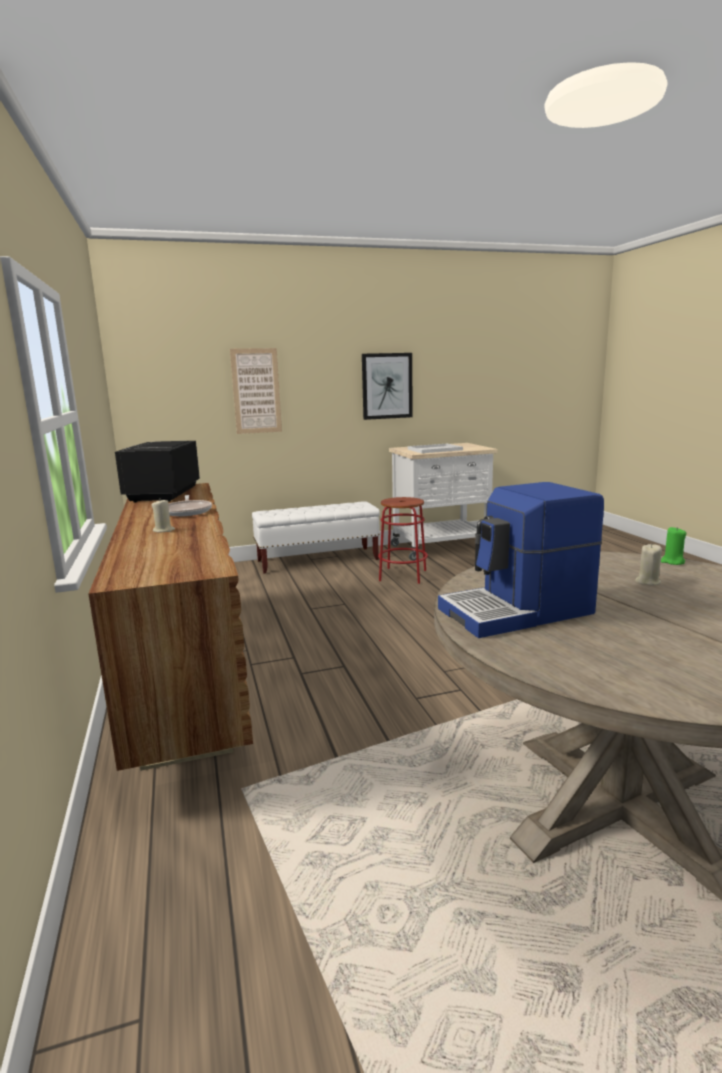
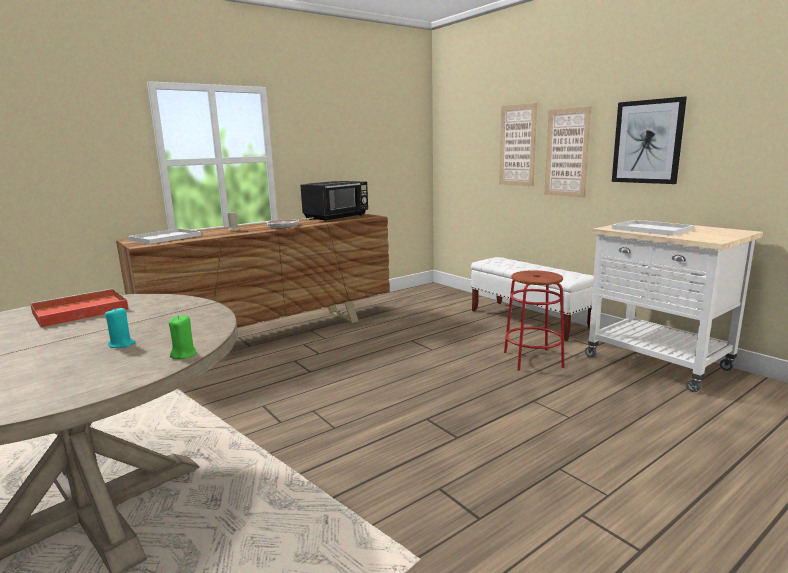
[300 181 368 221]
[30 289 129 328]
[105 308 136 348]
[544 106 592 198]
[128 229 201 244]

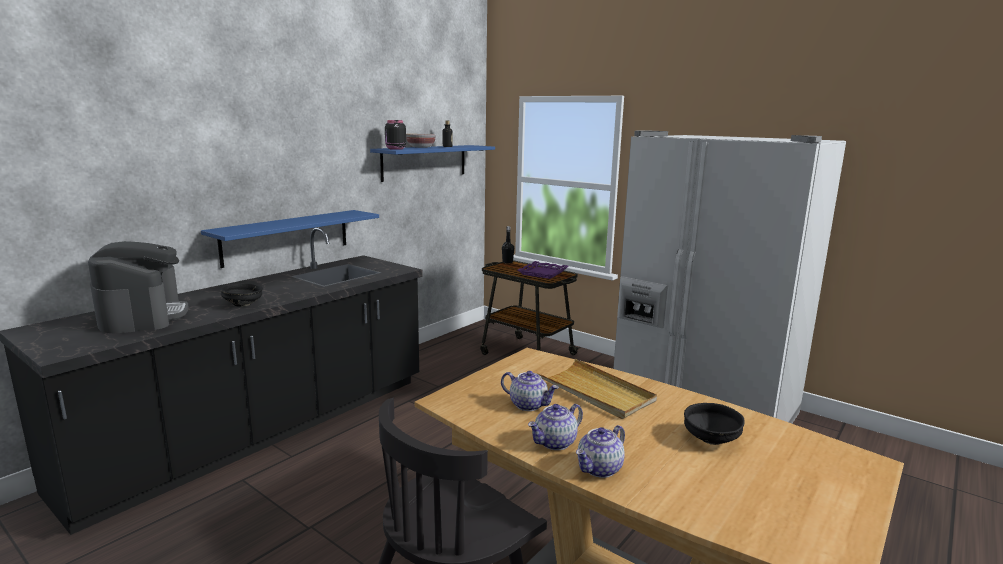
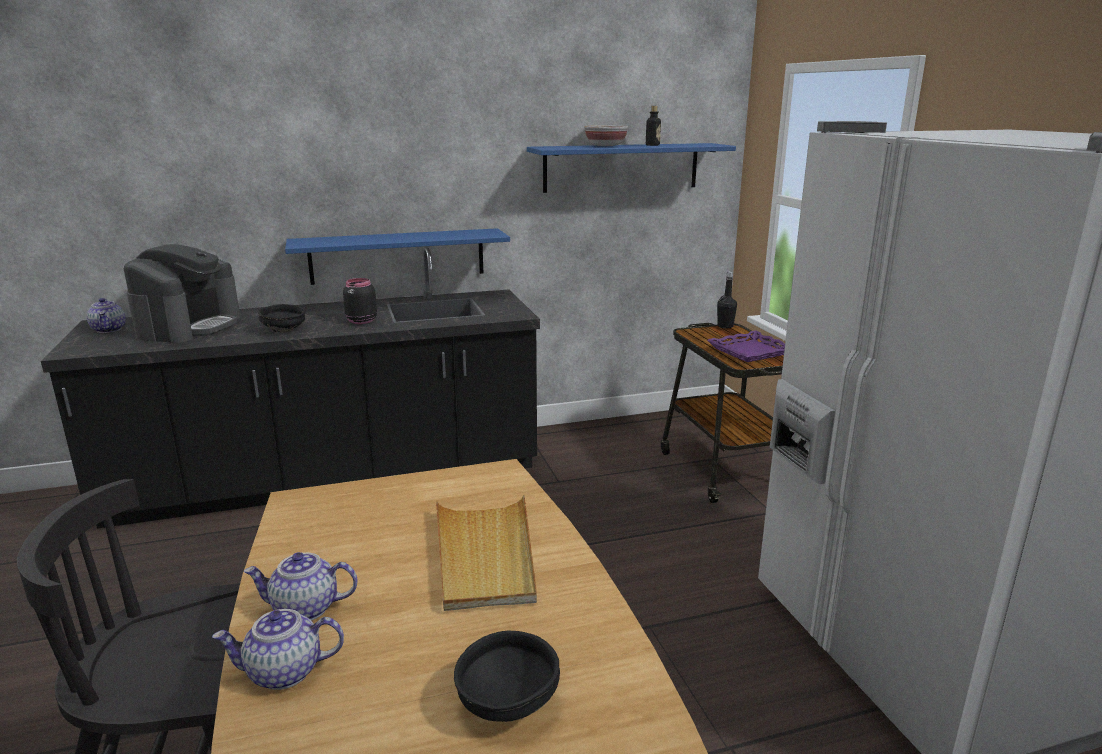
[343 278 377 324]
[87 298 126 333]

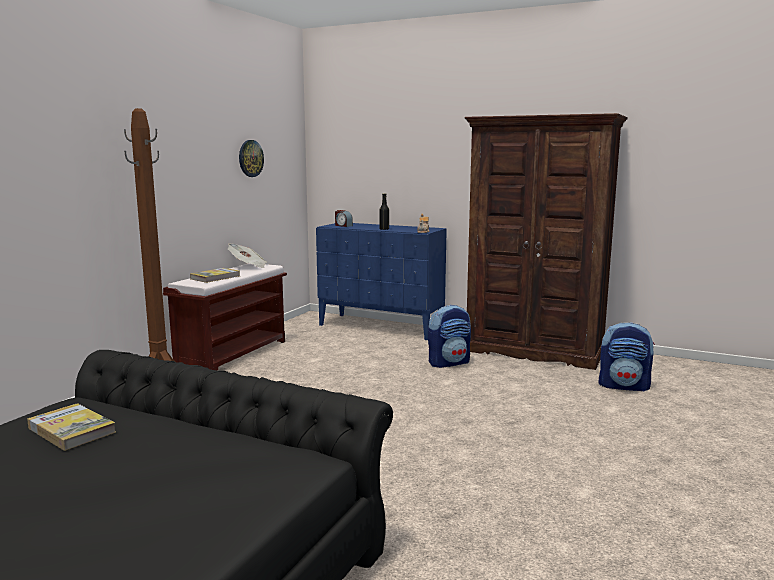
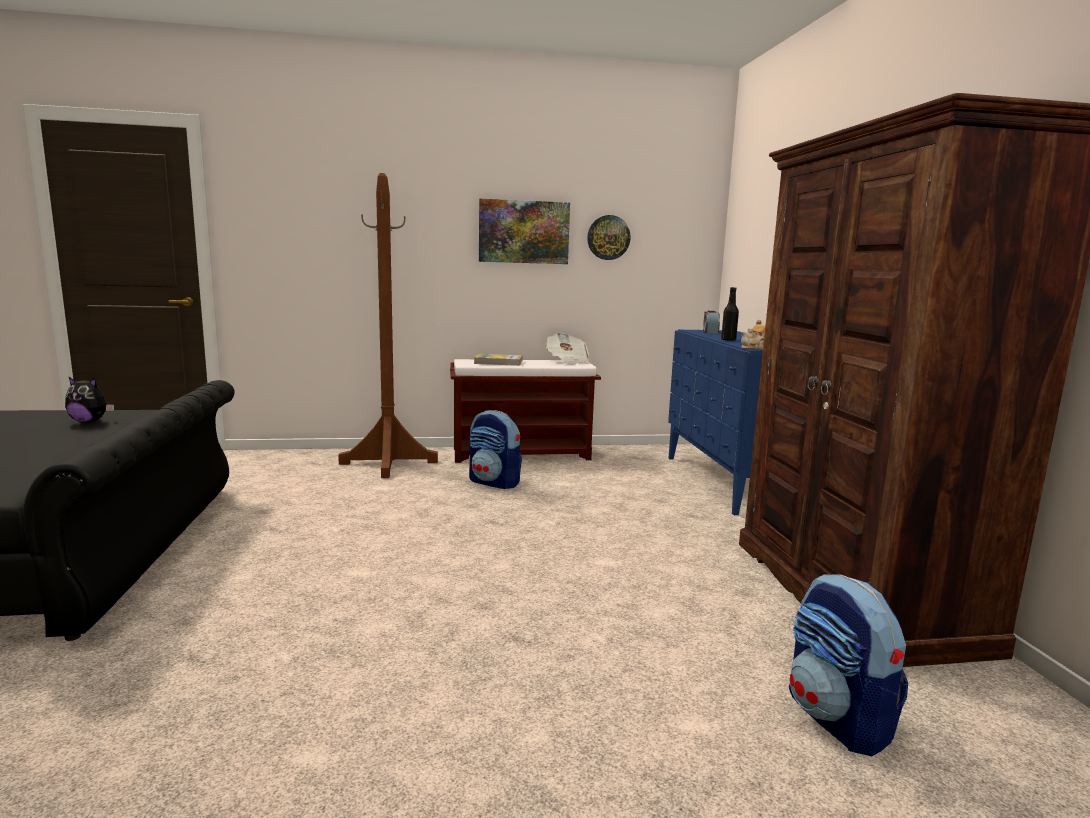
[469 410 522 489]
[65 377 114 423]
[479 199 570 264]

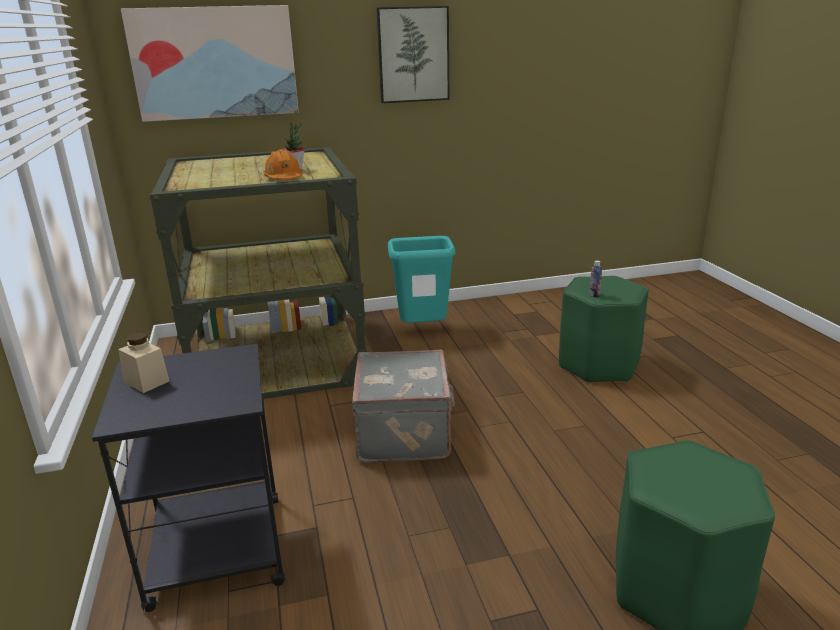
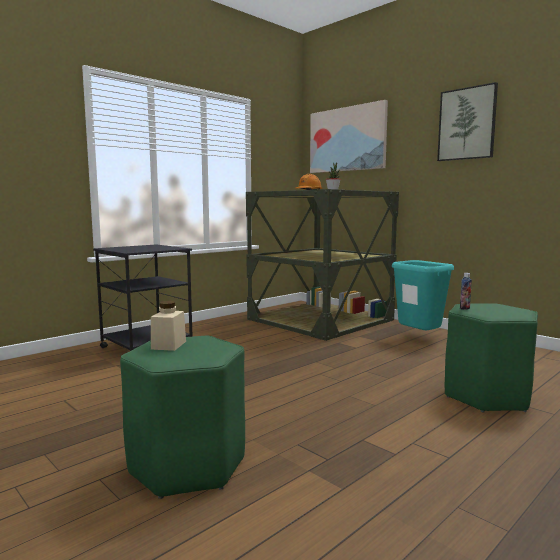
[151 301 186 351]
[352 350 455 462] (first image)

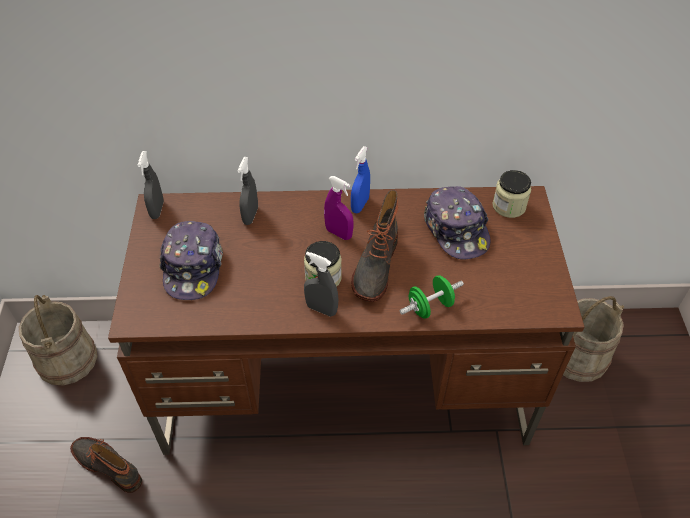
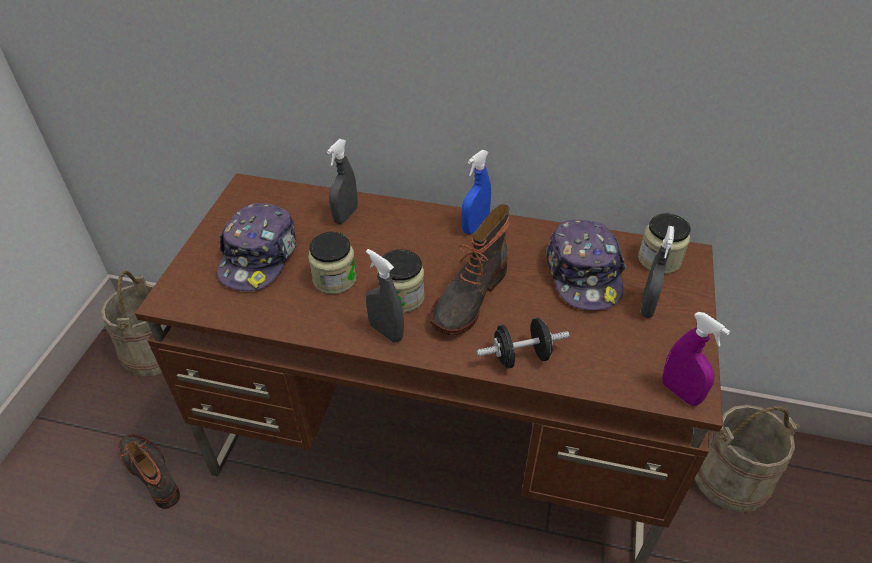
[640 226 674 318]
[662 312 730 406]
[477 318 569 369]
[308 232 357 294]

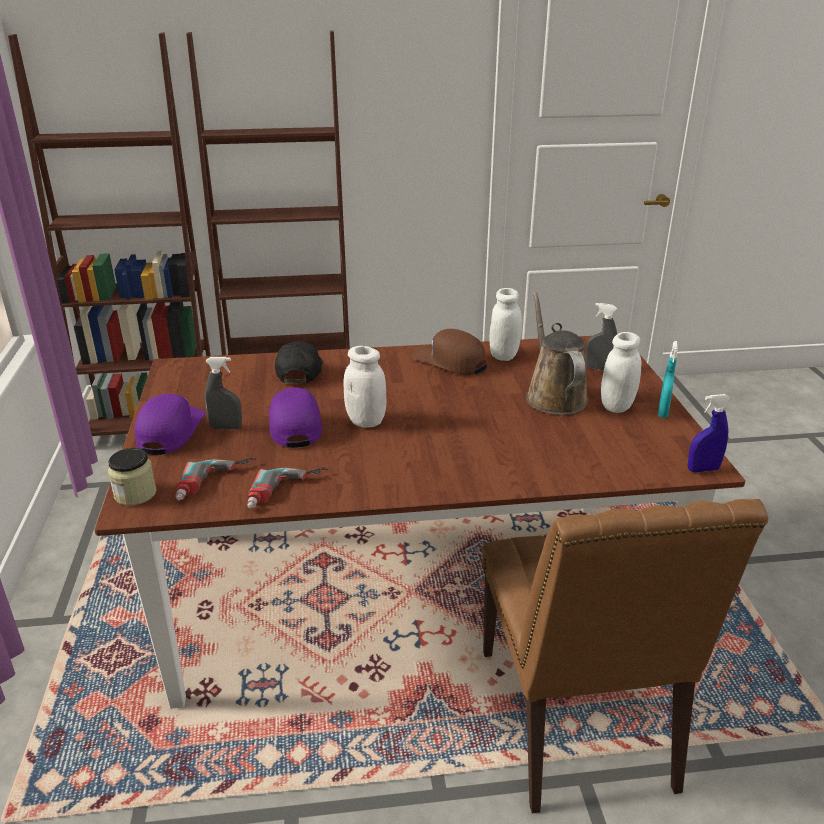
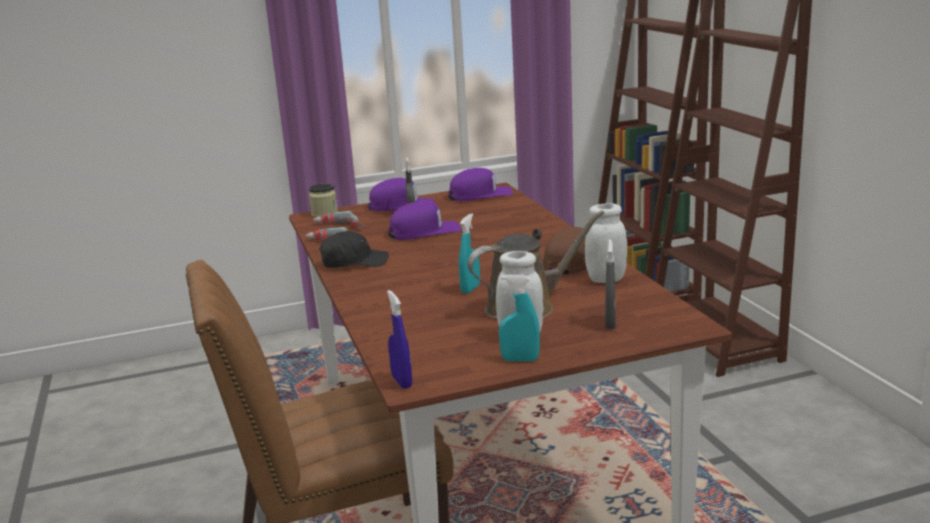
[319 231 389 268]
[344 346 386 428] (first image)
[448 168 513 201]
[459 213 480 294]

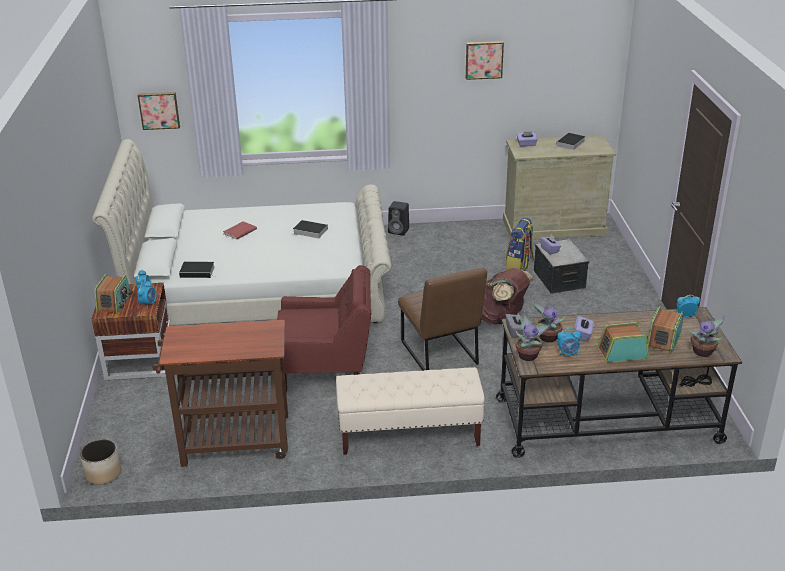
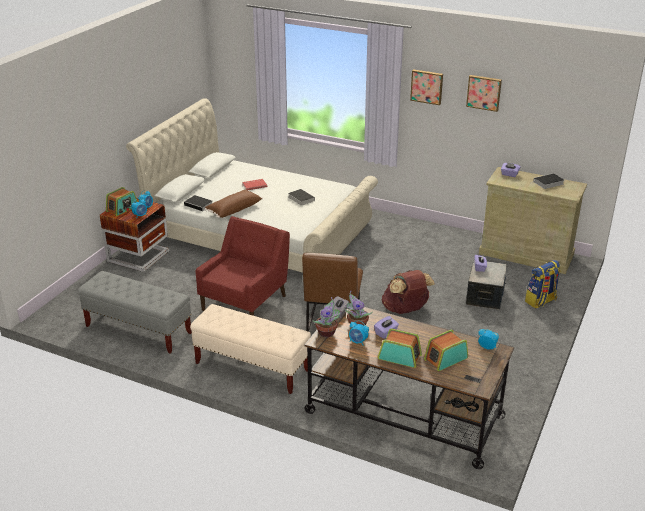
[410 69 443 105]
[388 201 409 236] (first image)
[525 260 561 308]
[196 216 290 316]
[688 315 725 357] (first image)
[78 271 192 354]
[80 439 121 485] (first image)
[205 189 263 218]

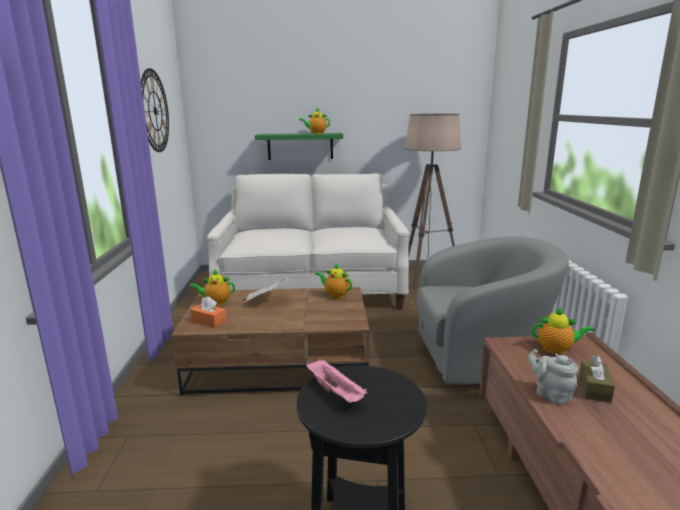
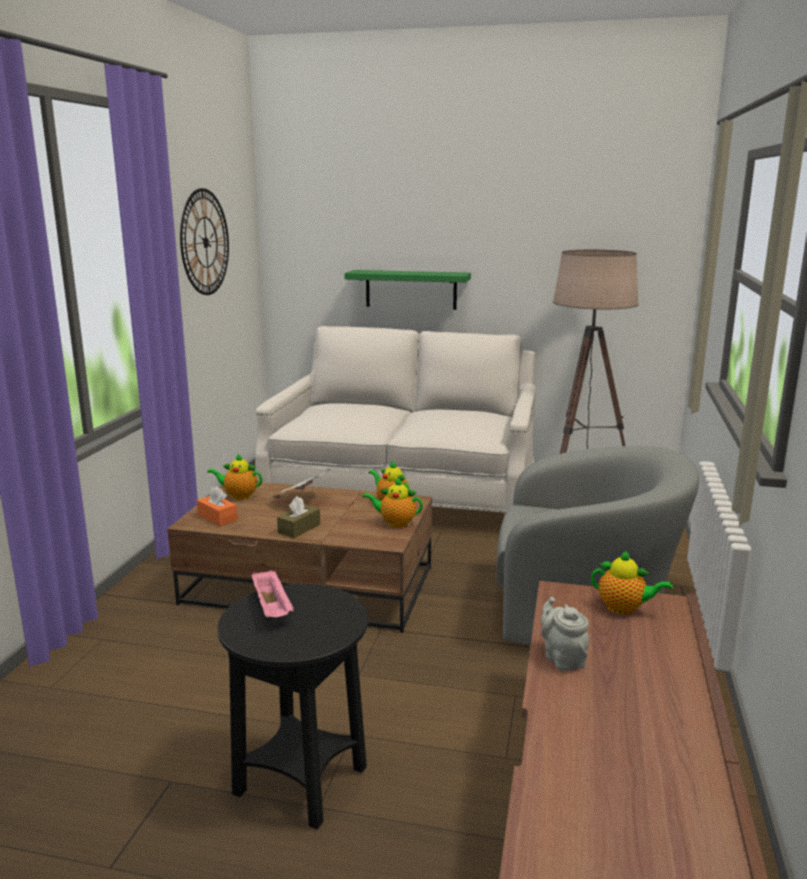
[362 477 423 528]
[277 496 320 538]

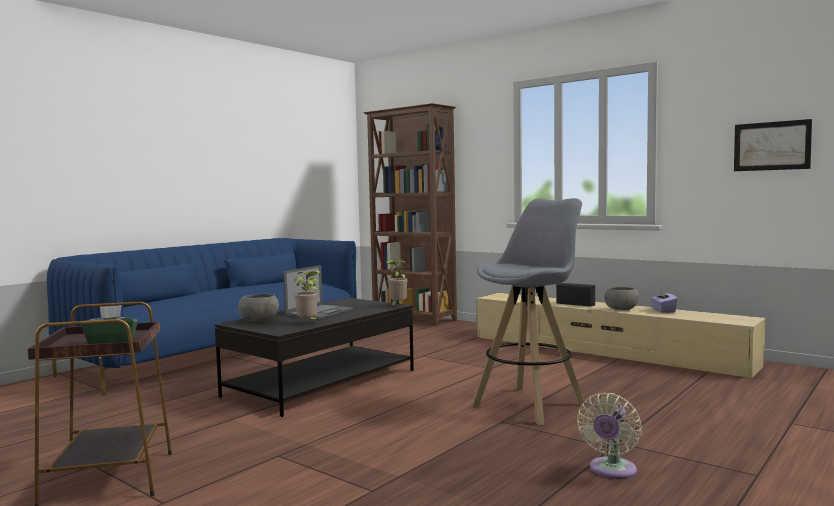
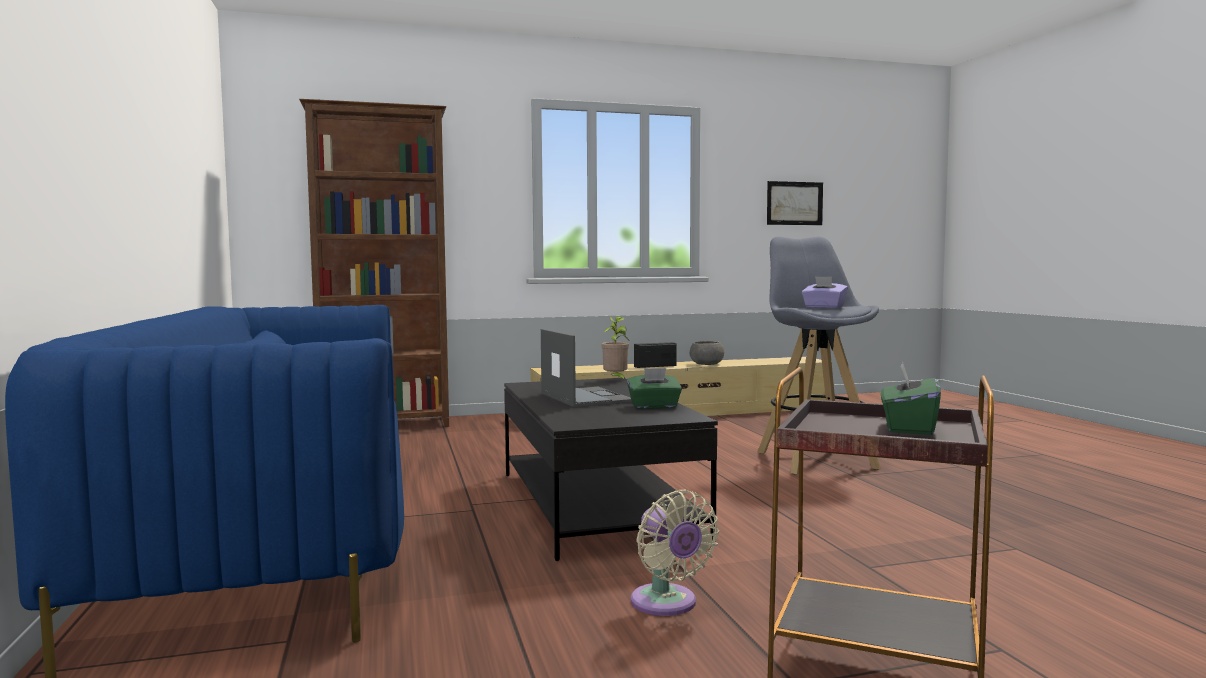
[627 368 682 409]
[802 276 848 308]
[238 294 279 322] (first image)
[631 490 719 616]

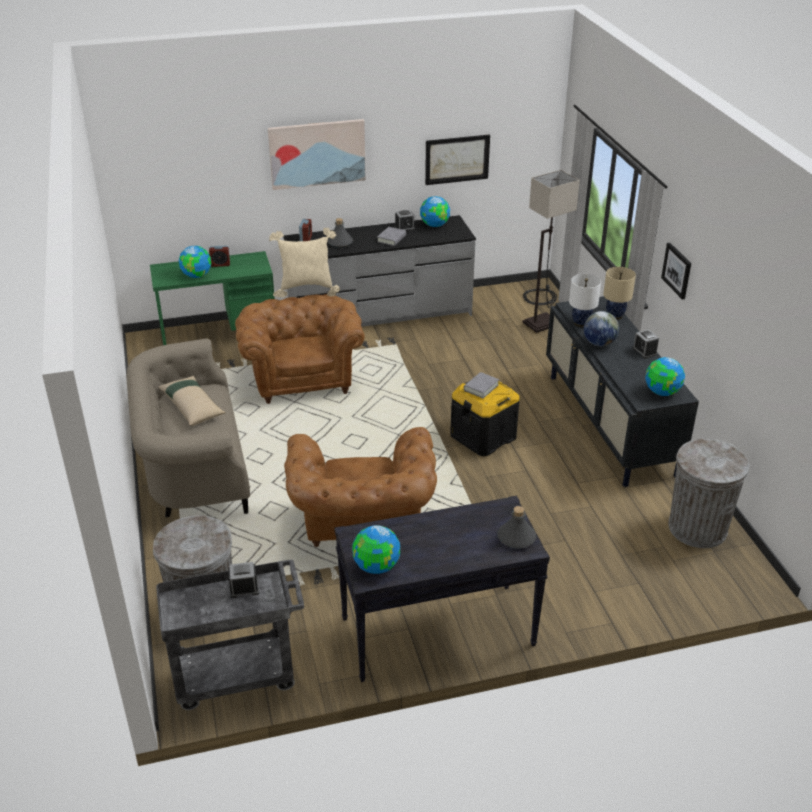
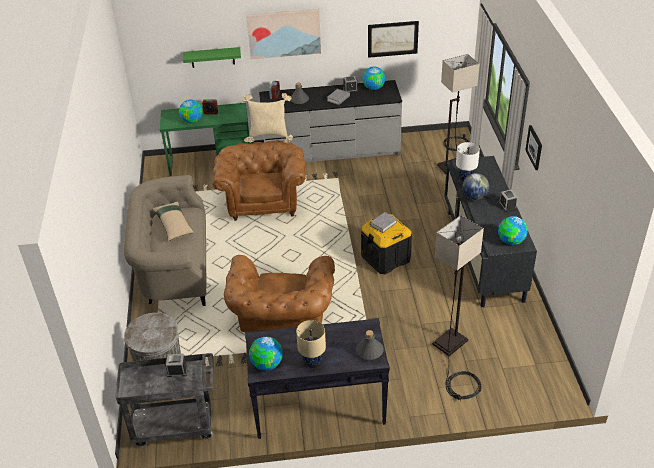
[296 320 326 368]
[669 438 749 548] (first image)
[183 47 241 68]
[432 215 484 400]

